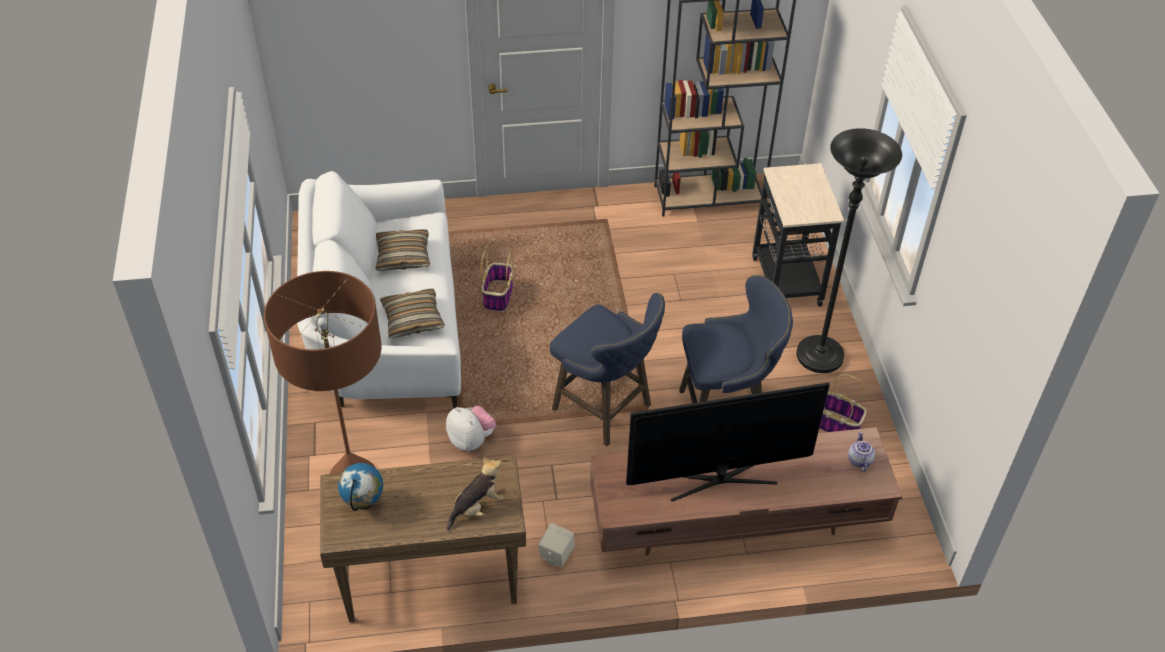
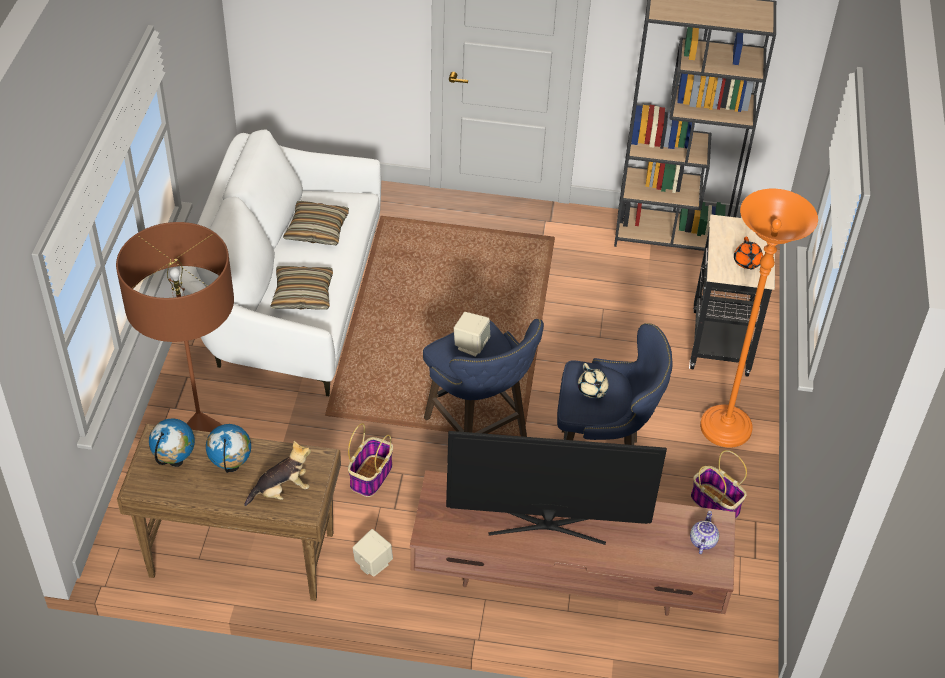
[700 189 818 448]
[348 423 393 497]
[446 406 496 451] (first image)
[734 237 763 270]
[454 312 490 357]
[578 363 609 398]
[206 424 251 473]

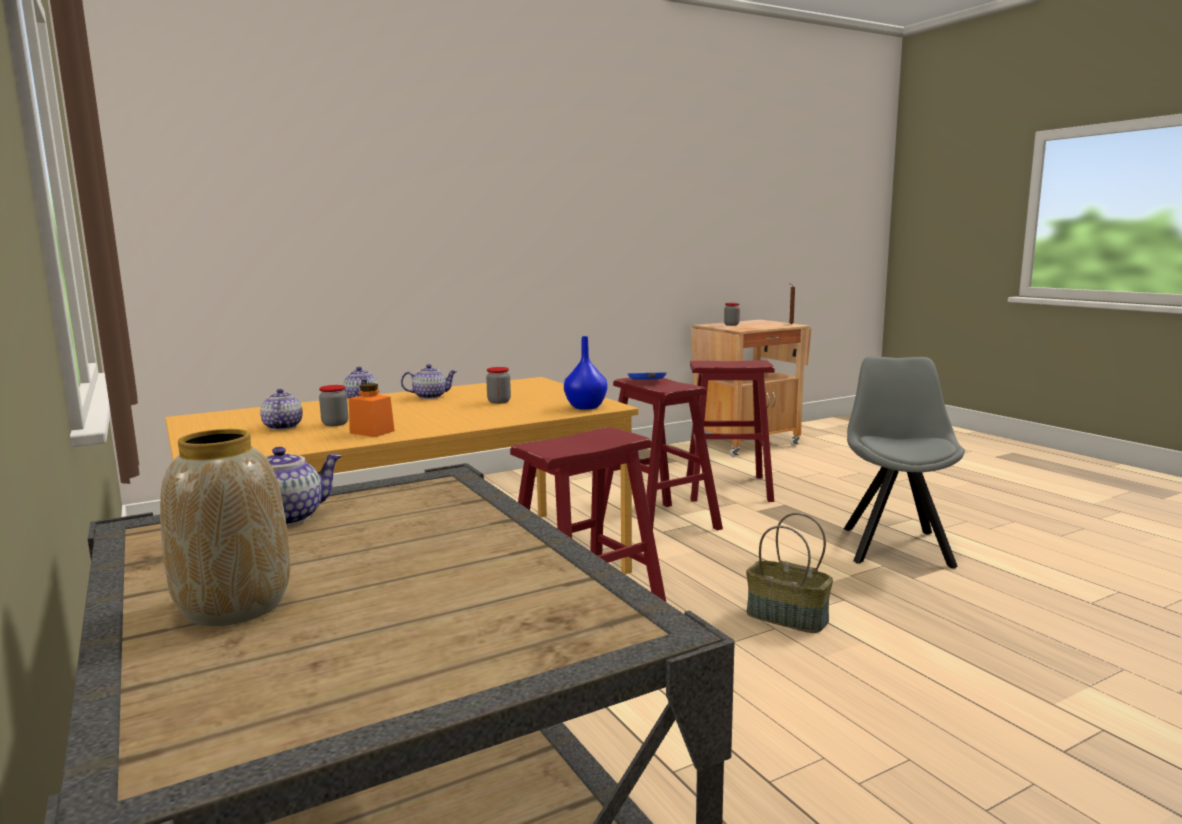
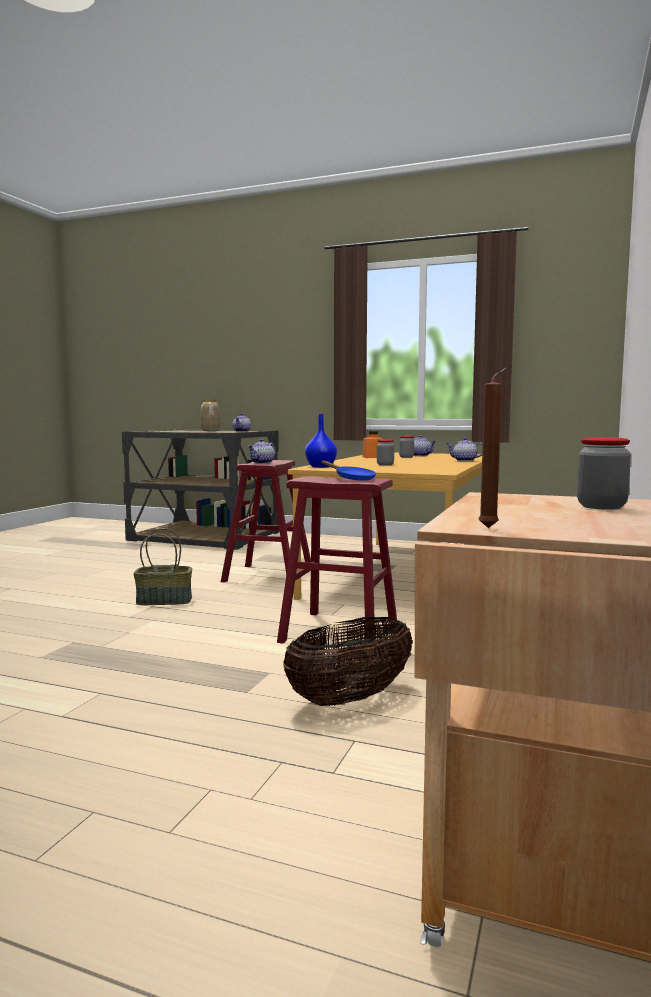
[844 356 965 569] (first image)
[283 617 413 706]
[248 439 275 464]

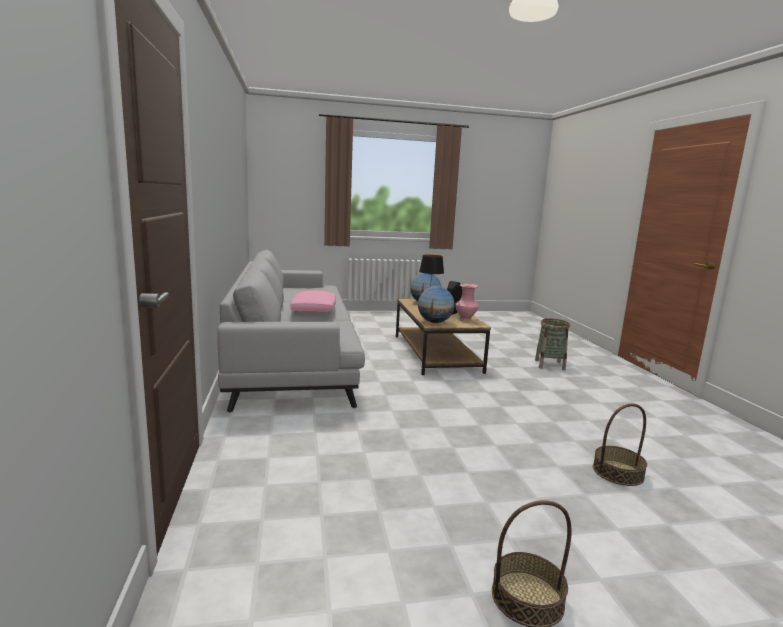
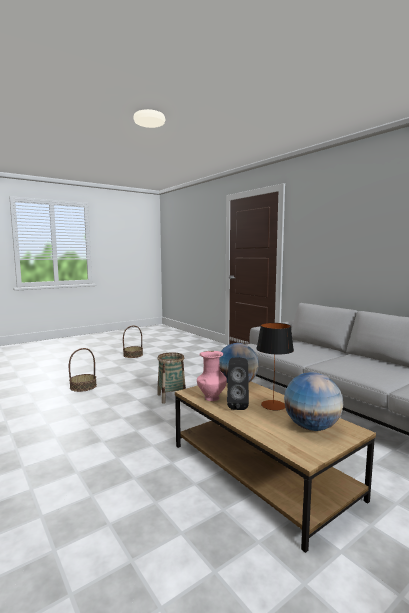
[291 290 336 313] (first image)
[157 352 186 404]

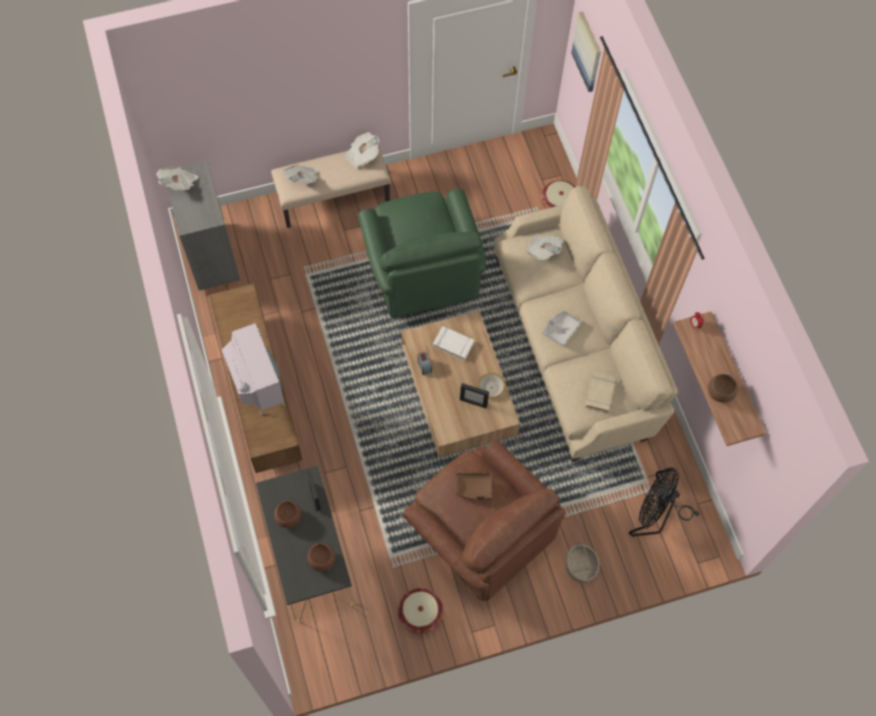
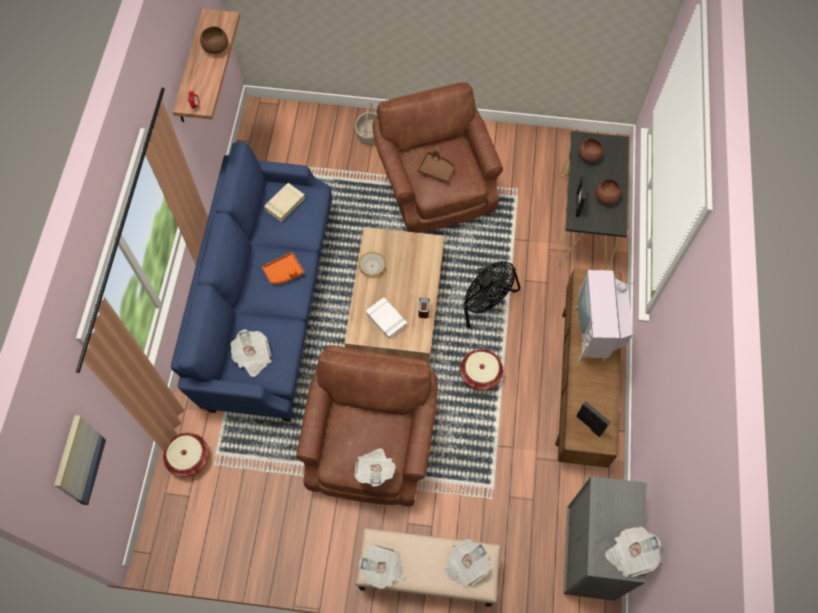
[171 141 332 422]
[296 345 438 506]
[262 252 304 284]
[576 401 610 437]
[447 261 521 329]
[460 349 503 391]
[354 448 396 487]

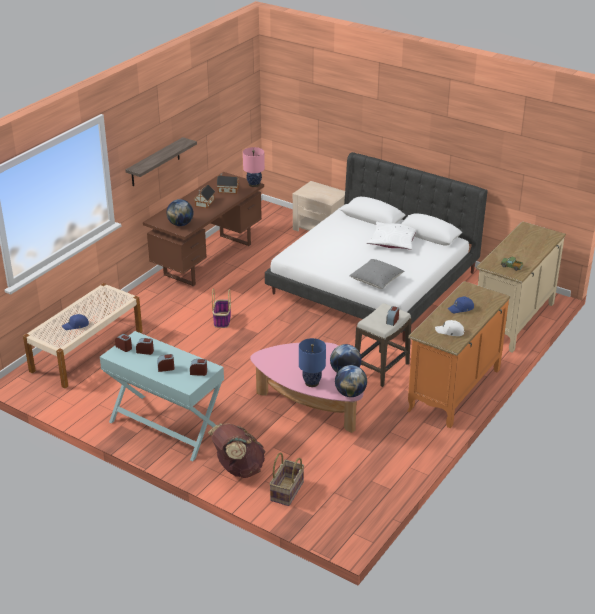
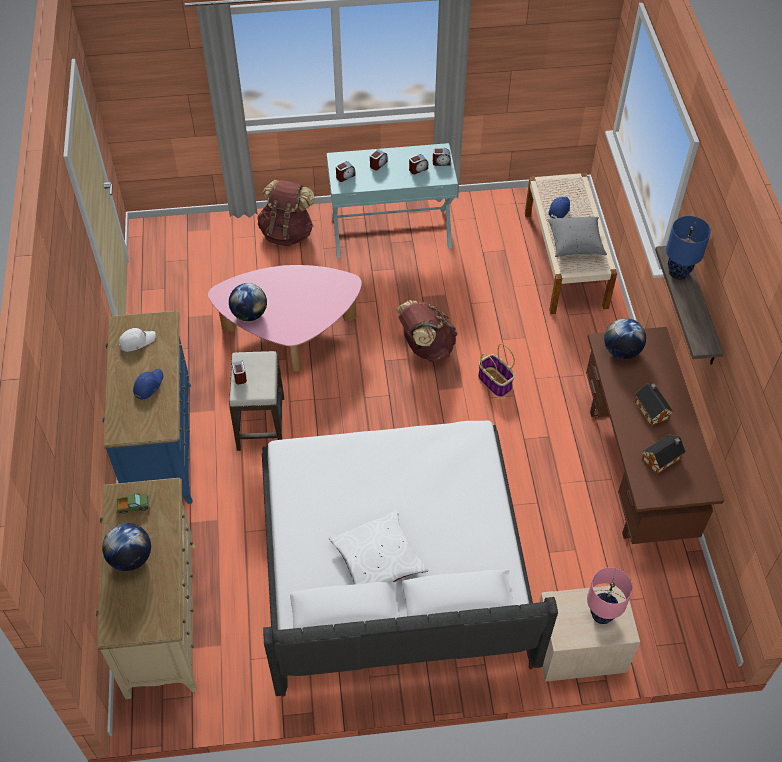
[587 567 633 624]
[548 217 607 257]
[102 311 192 504]
[666 216 711 280]
[102 523 151 571]
[269 453 305 506] (first image)
[396 300 458 362]

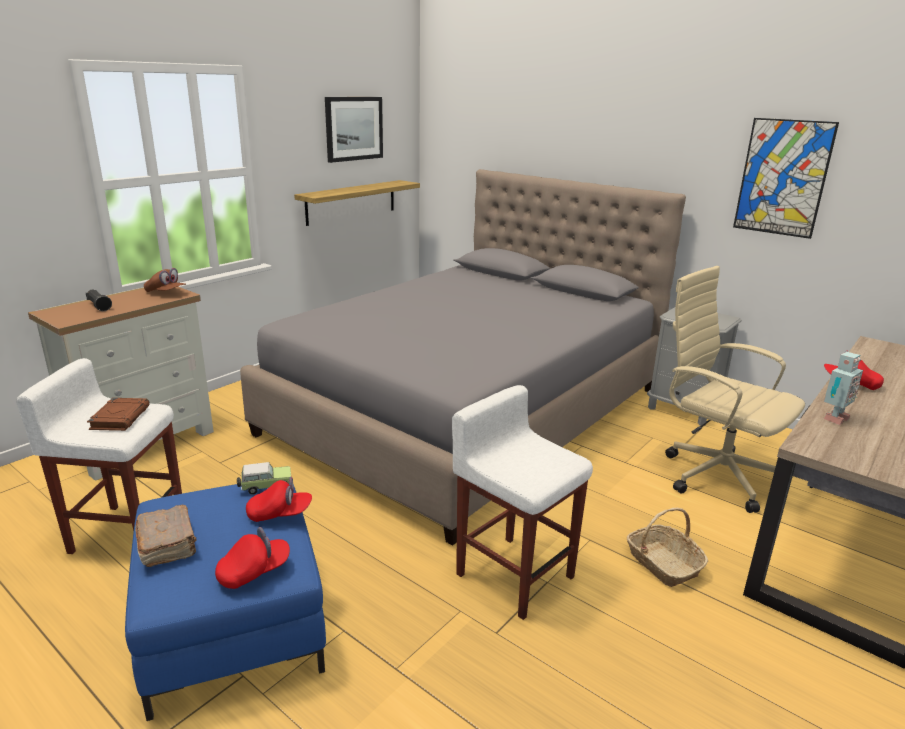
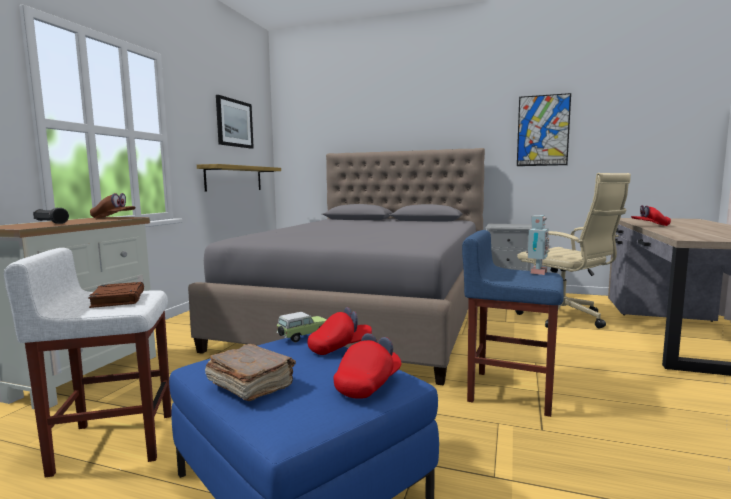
[516 173 631 328]
[526 215 550 275]
[462 230 564 417]
[627 508 708 587] (first image)

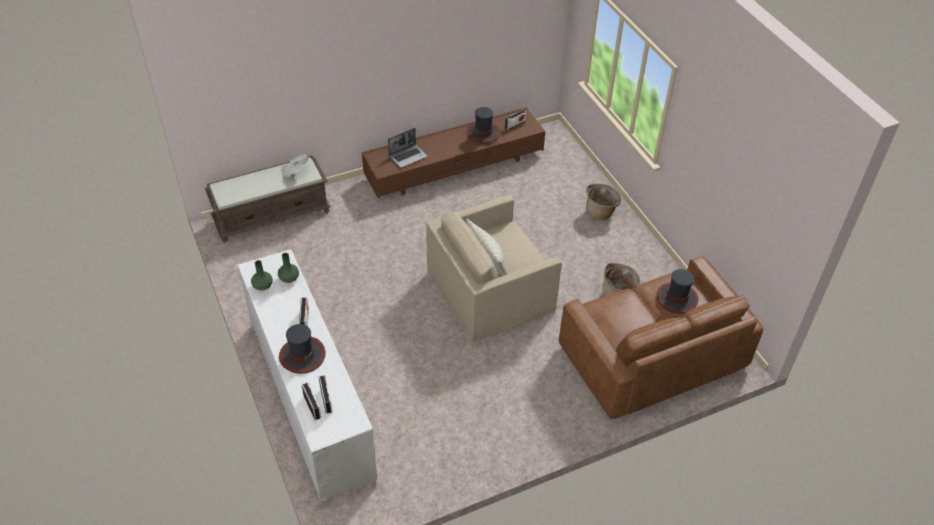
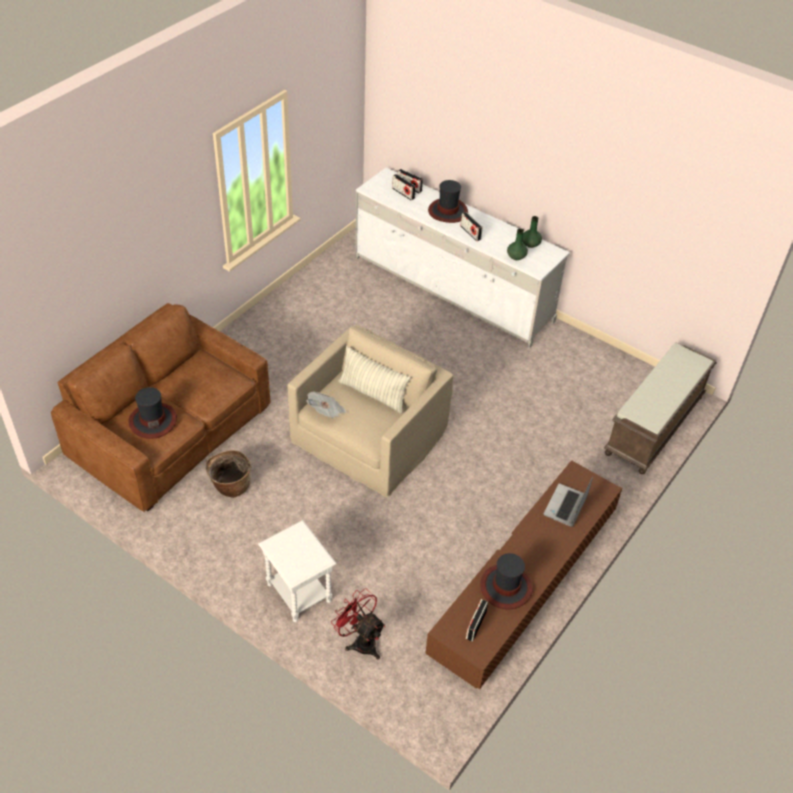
[306 391 347 418]
[258 520 337 622]
[331 588 385 660]

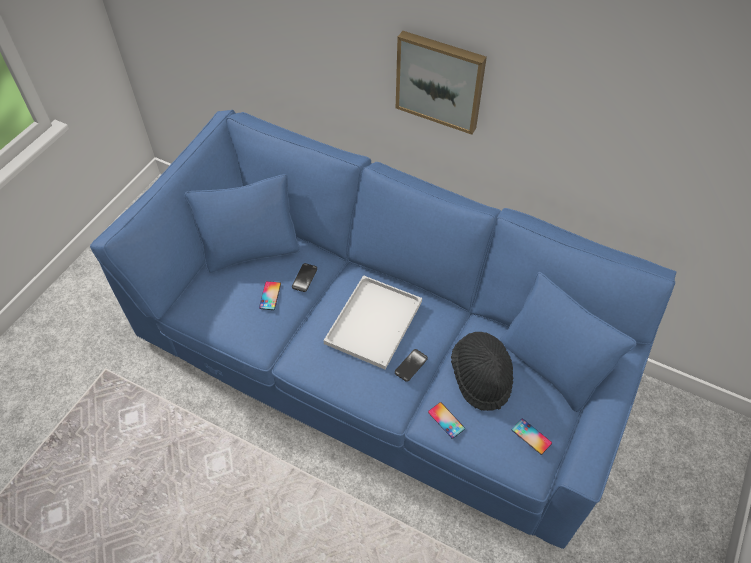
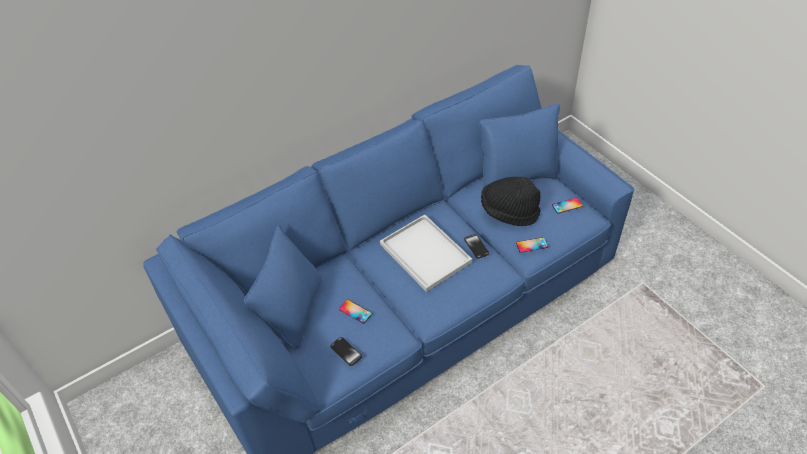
[396 31 487 135] (first image)
[330 337 362 366]

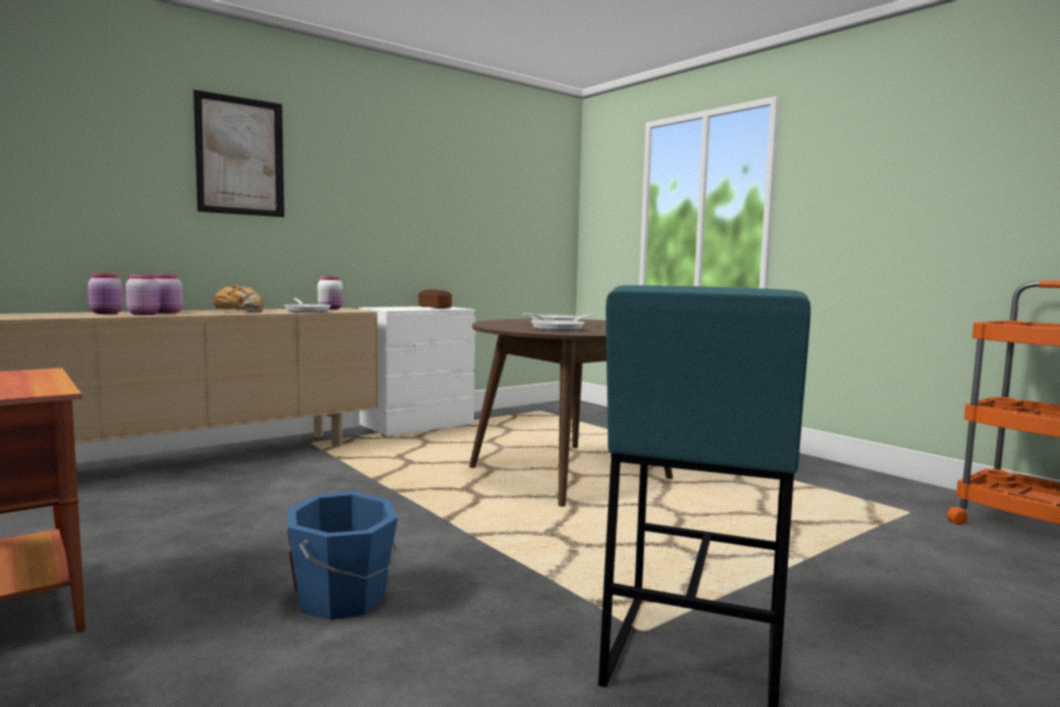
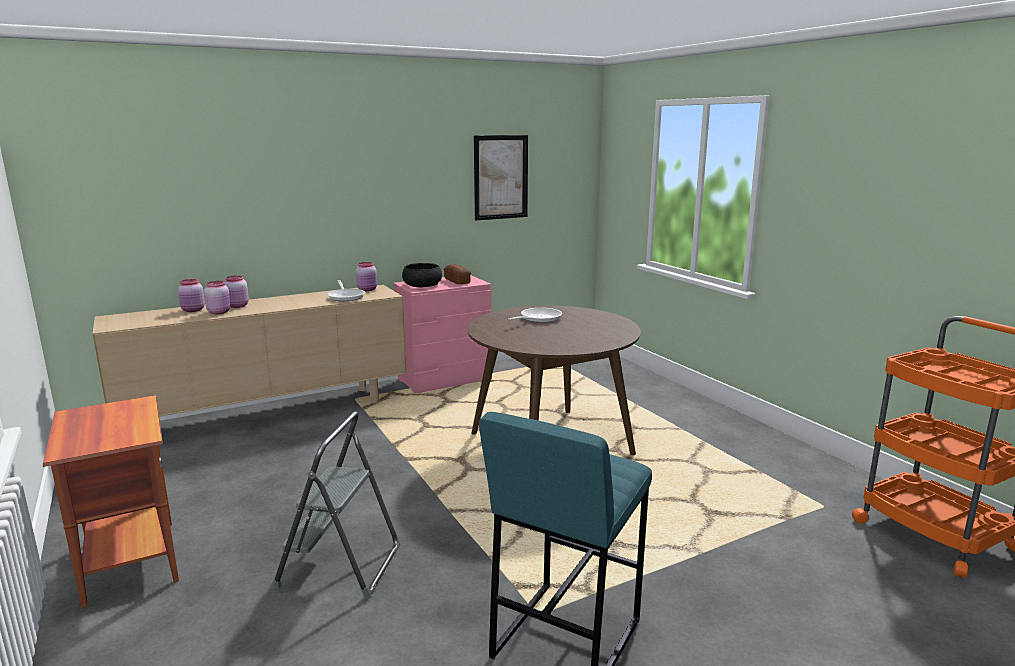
[474 135 528 220]
[356 262 377 291]
[207 285 263 312] (first image)
[393 275 492 394]
[530 314 594 331] (first image)
[269 411 400 600]
[402 263 442 288]

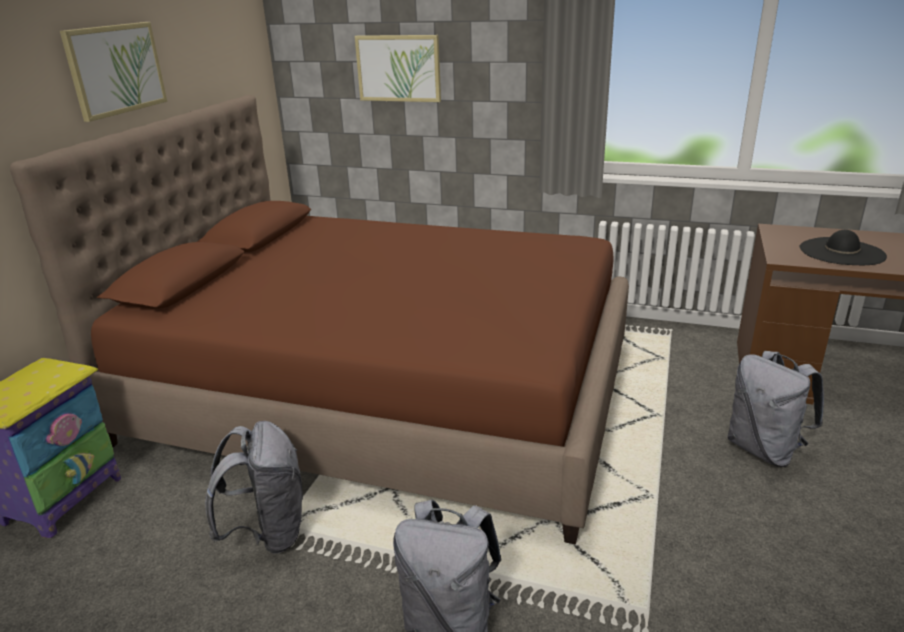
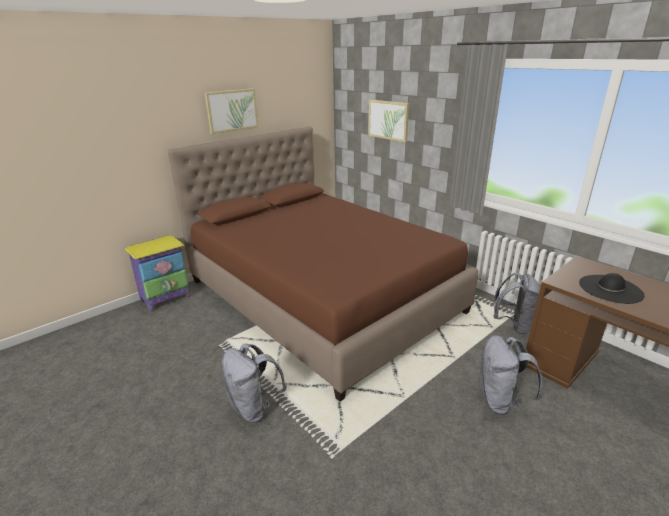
[493 273 540 334]

